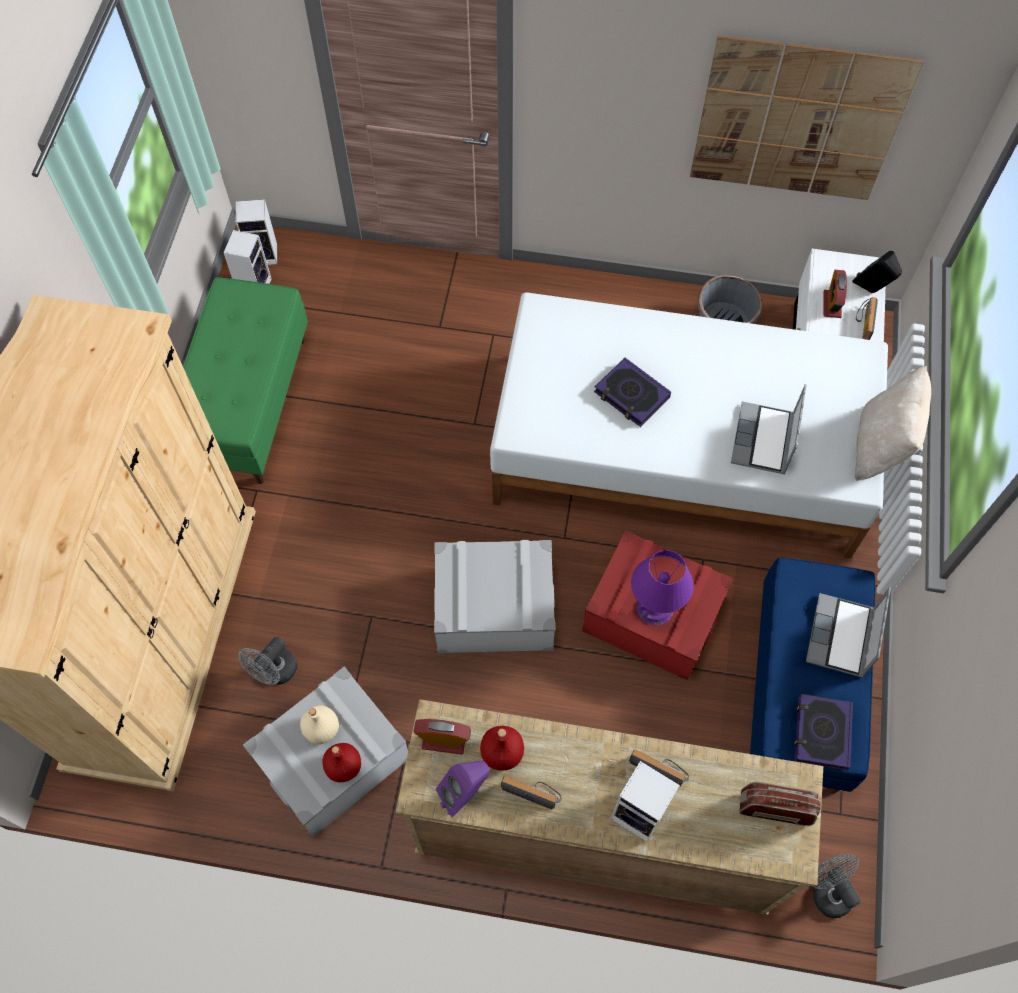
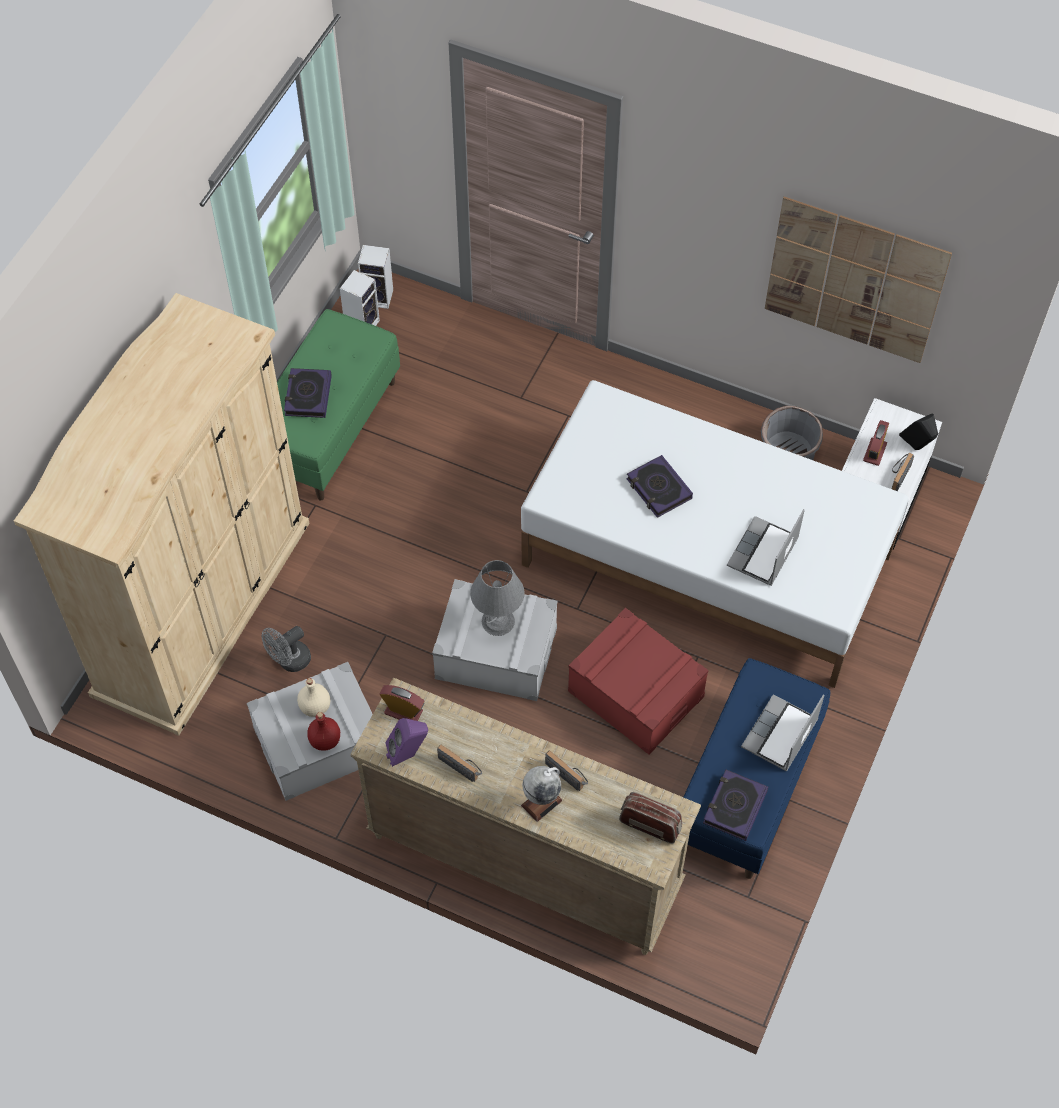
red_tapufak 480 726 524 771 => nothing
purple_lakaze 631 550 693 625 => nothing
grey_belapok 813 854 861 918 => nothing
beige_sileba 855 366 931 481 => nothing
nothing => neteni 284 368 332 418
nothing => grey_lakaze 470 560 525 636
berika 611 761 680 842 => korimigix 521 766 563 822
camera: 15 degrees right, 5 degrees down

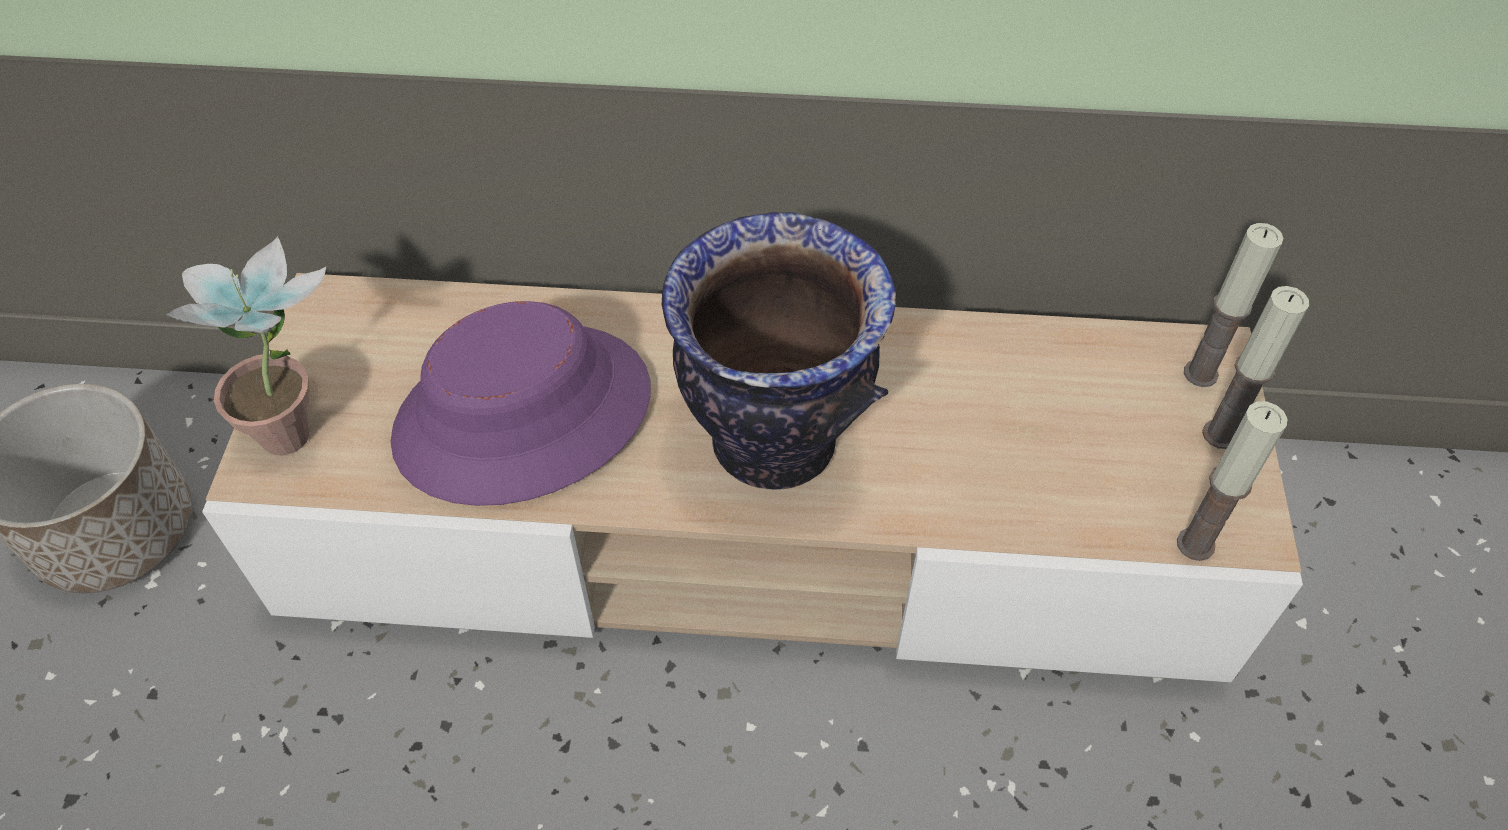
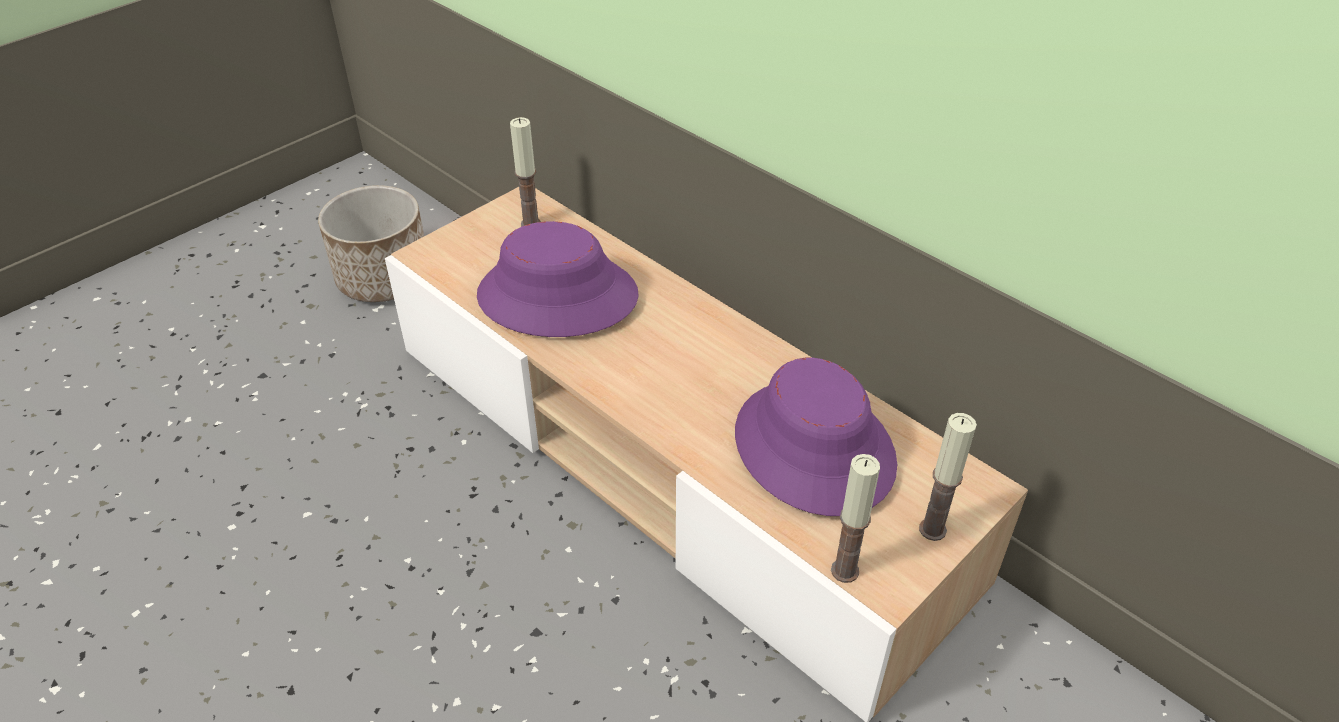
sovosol 166 236 326 456 => nothing
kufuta 662 212 896 490 => nothing
nothing => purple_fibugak 735 358 897 516
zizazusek 1184 223 1284 387 => zizazusek 510 117 541 226, moved
camera: 40 degrees right, 10 degrees down

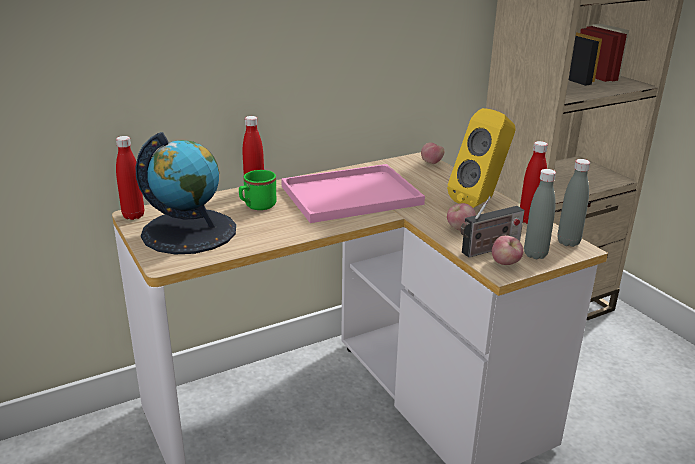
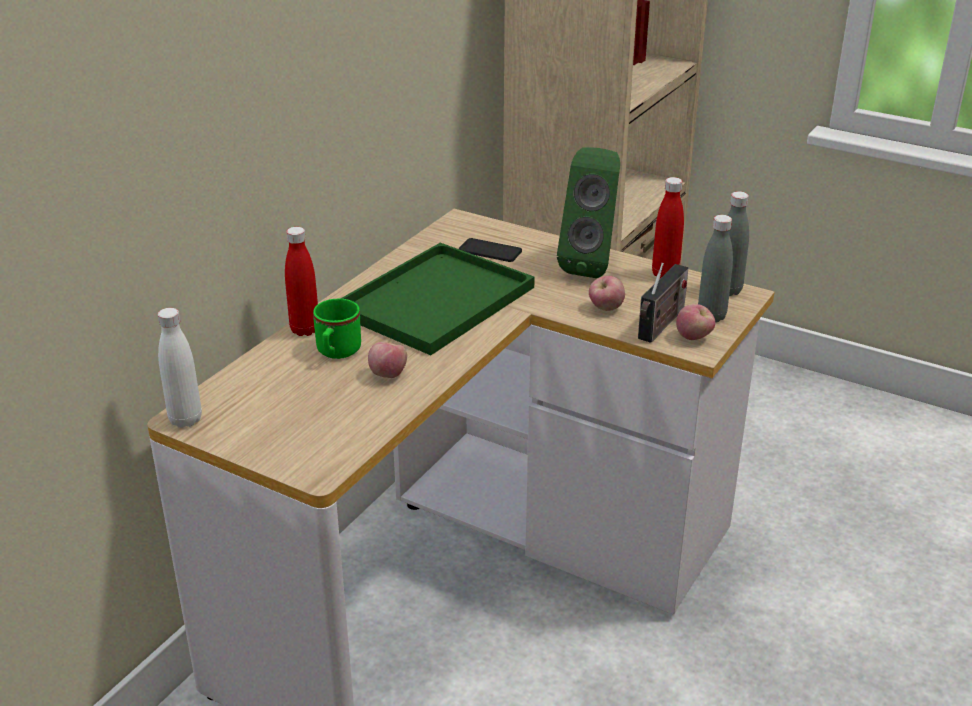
korimigix 135 132 236 254 => nothing
nothing => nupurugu 459 238 522 262
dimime 421 143 444 164 => dimime 368 342 407 378, moved
red_tapufak 116 136 144 220 => white_tapufak 158 308 202 428
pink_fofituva 281 164 425 223 => green_fofituva 340 243 535 355
yellow_berika 447 108 516 208 => green_berika 557 148 620 278
camera: 30 degrees left, 5 degrees up

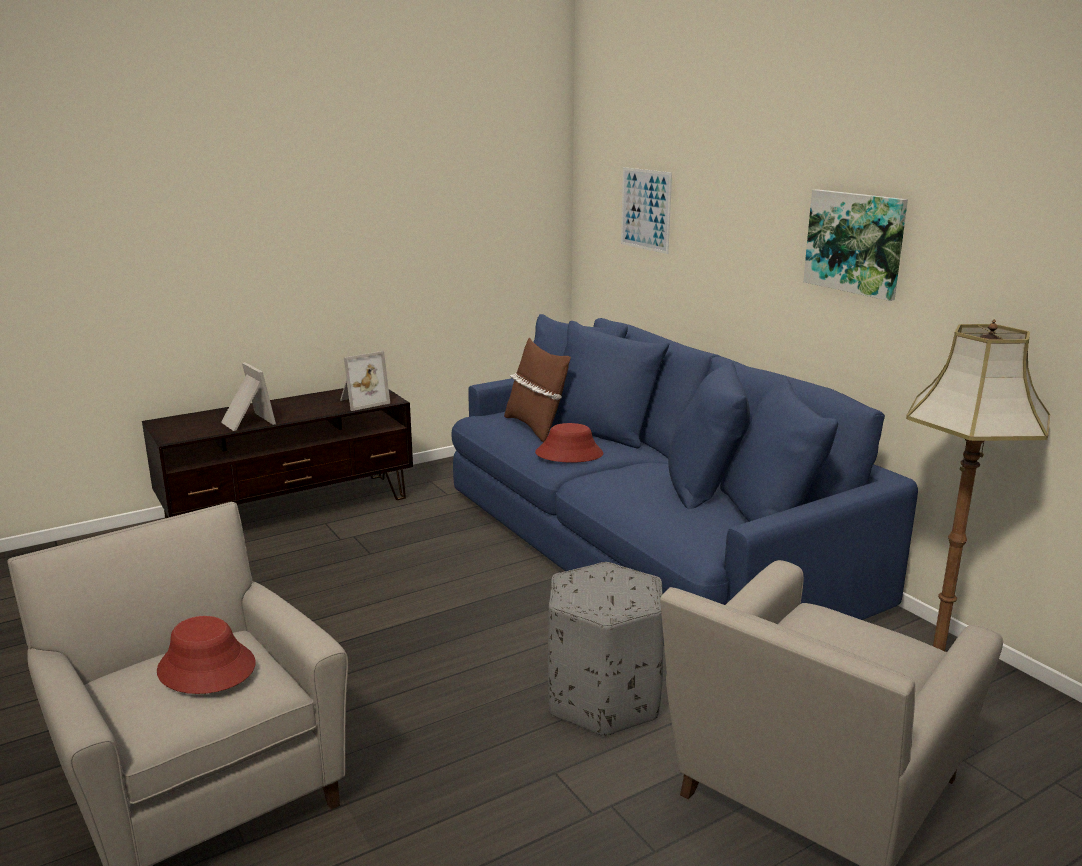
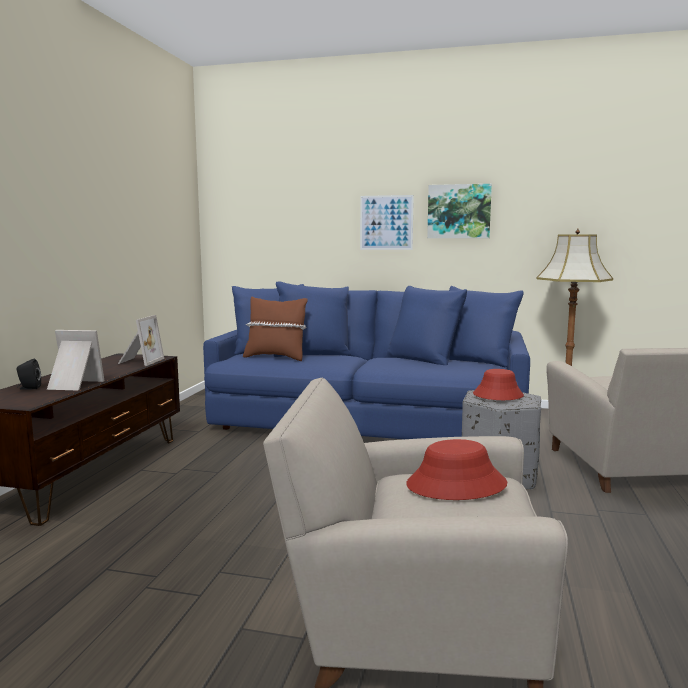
nothing => black_berika 17 359 41 390
red_fibugak 535 423 603 463 => red_fibugak 473 369 524 400, moved
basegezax 621 167 672 254 => basegezax 360 195 414 250, moved
camera: 45 degrees left, 10 degrees down

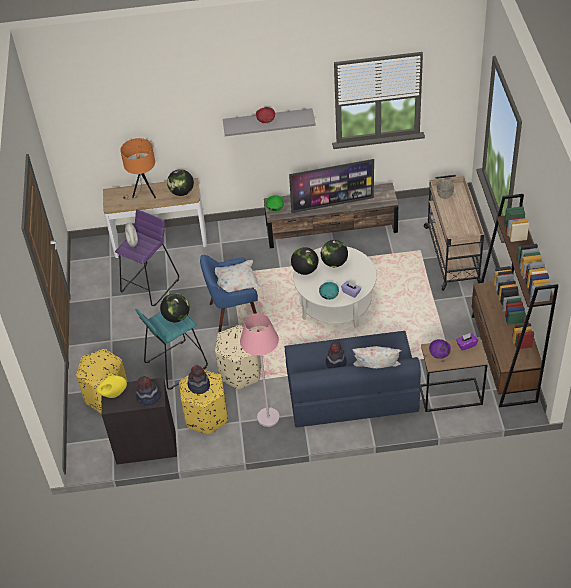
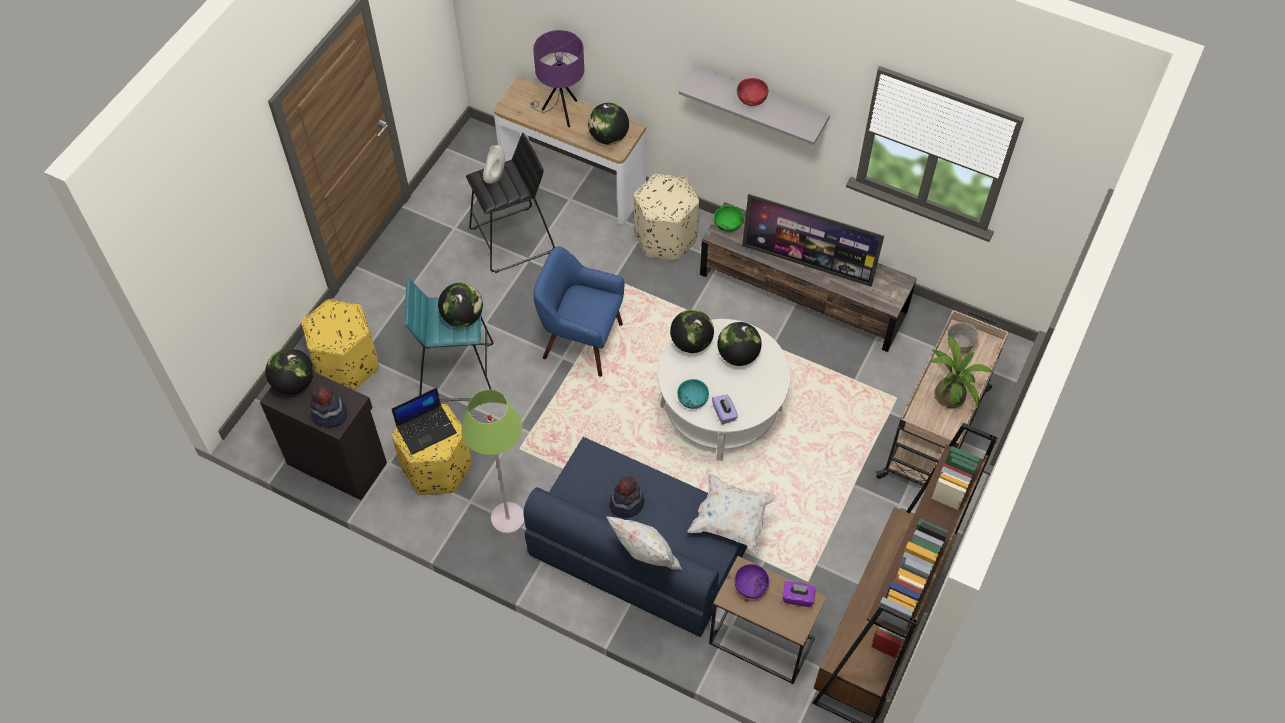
nothing => sovosol 930 335 994 409
white_sileba 215 260 262 292 => white_sileba 688 473 776 553, moved
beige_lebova 215 325 261 389 => beige_lebova 634 174 699 261, moved
yellow_kufuta 96 373 127 398 => korimigix 265 348 314 395
fibugak 188 365 210 394 => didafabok 392 388 457 455
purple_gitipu 115 209 179 306 => black_gitipu 466 133 555 273
orange_lakaze 120 138 156 199 => purple_lakaze 530 30 584 127
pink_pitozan 240 313 280 427 => green_pitozan 461 390 524 534
camera: 30 degrees right, 10 degrees up

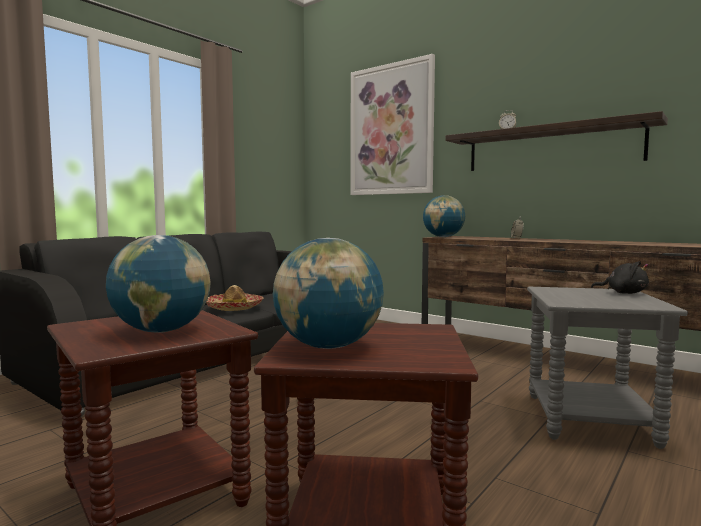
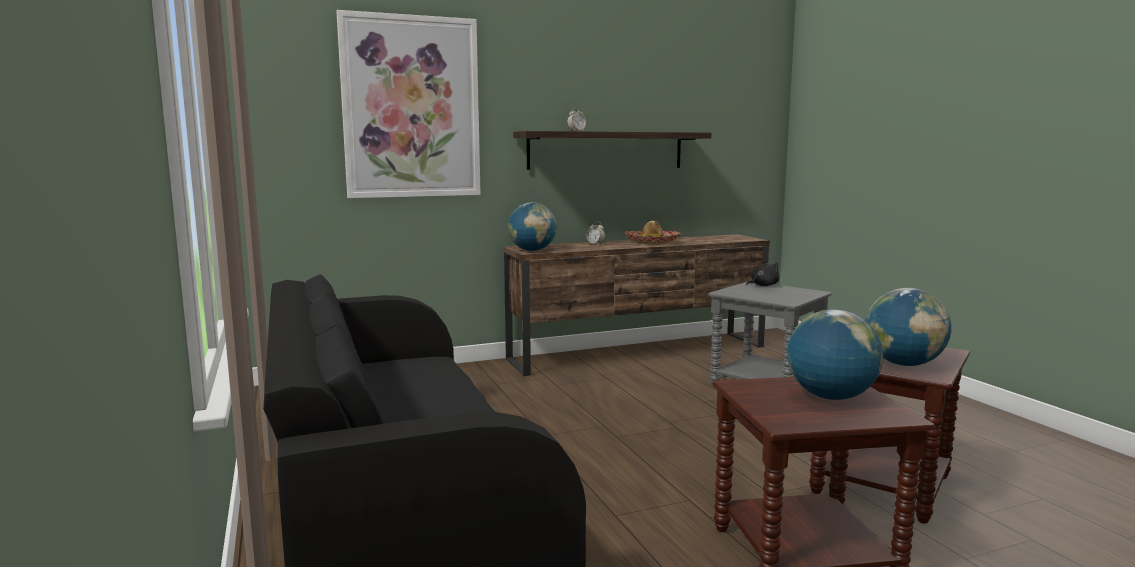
fibugak 206 285 264 311 => fibugak 625 221 681 244, moved
camera: 60 degrees left, 5 degrees up

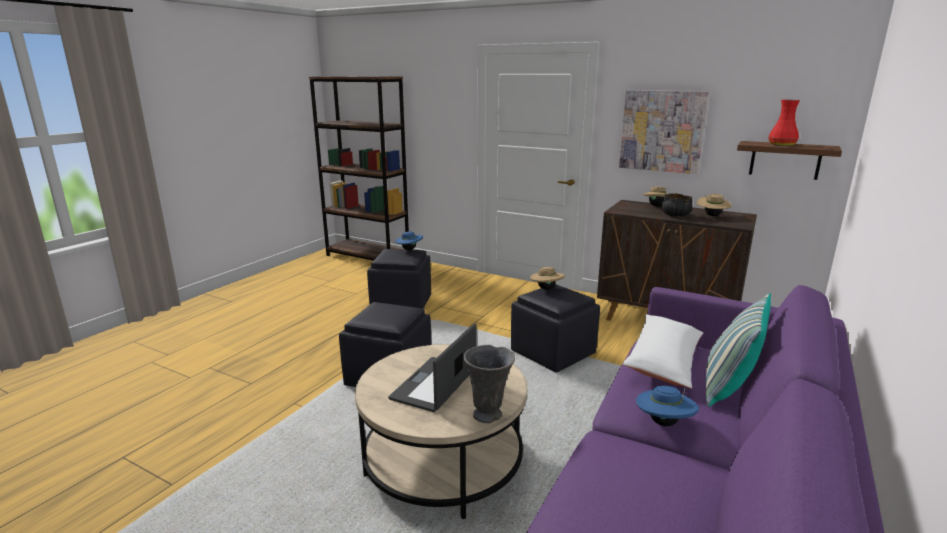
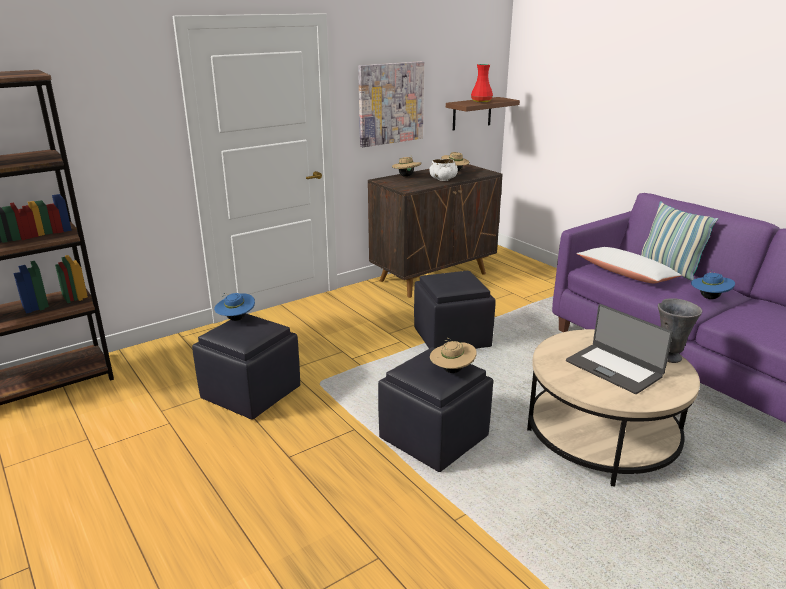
beige_fibugak 530 266 565 290 => beige_fibugak 430 337 477 373, moved
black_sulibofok 662 193 693 217 => white_sulibofok 429 159 458 181
camera: 65 degrees left, 5 degrees up

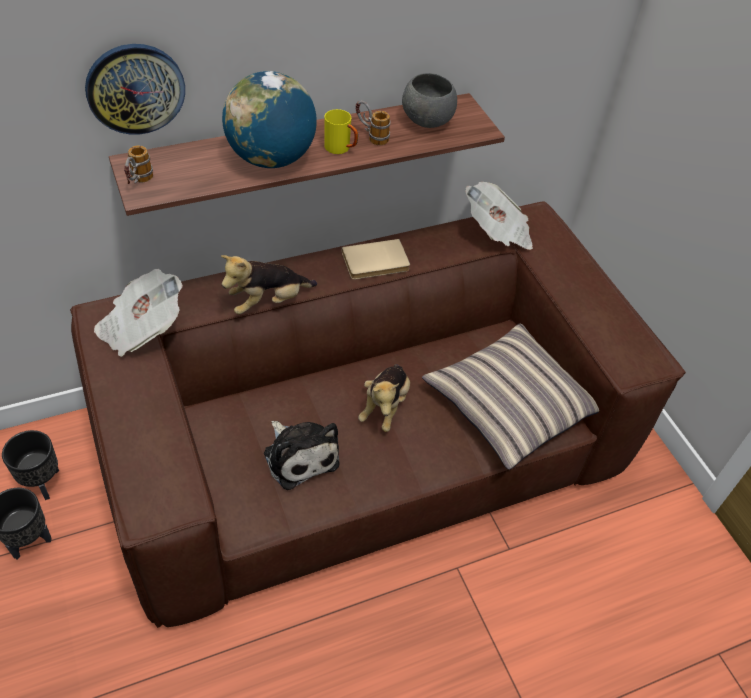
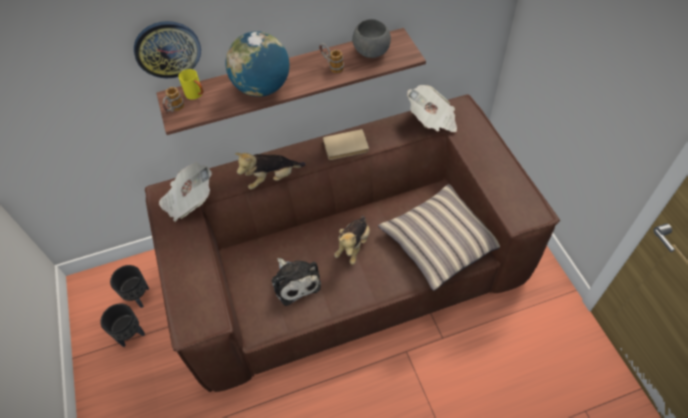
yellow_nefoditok 324 109 358 154 => yellow_nefoditok 178 69 203 100, moved
camera: 10 degrees right, 5 degrees up

